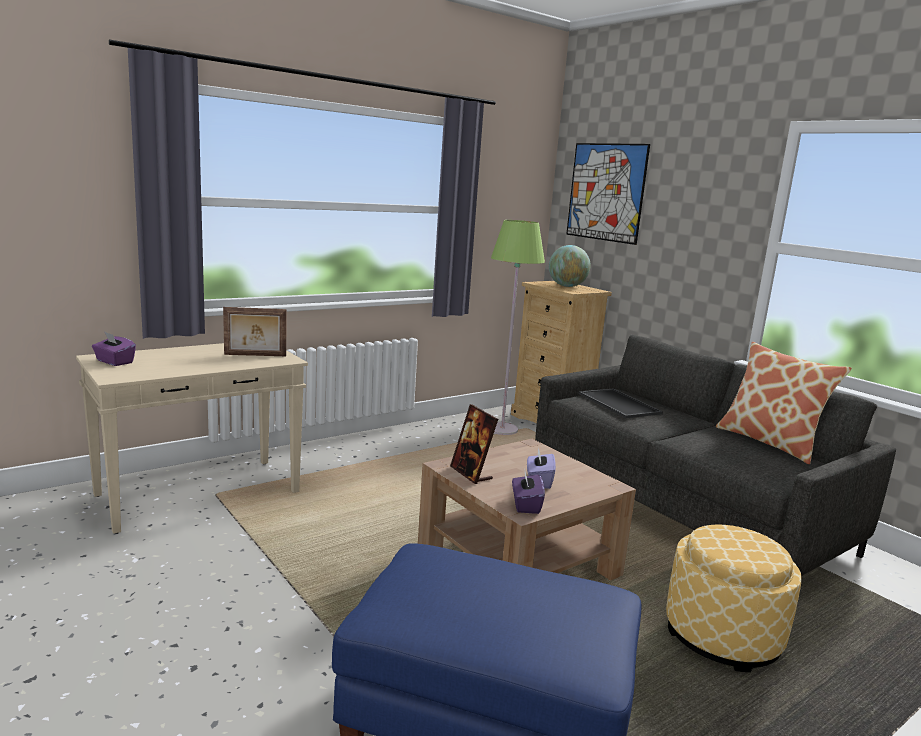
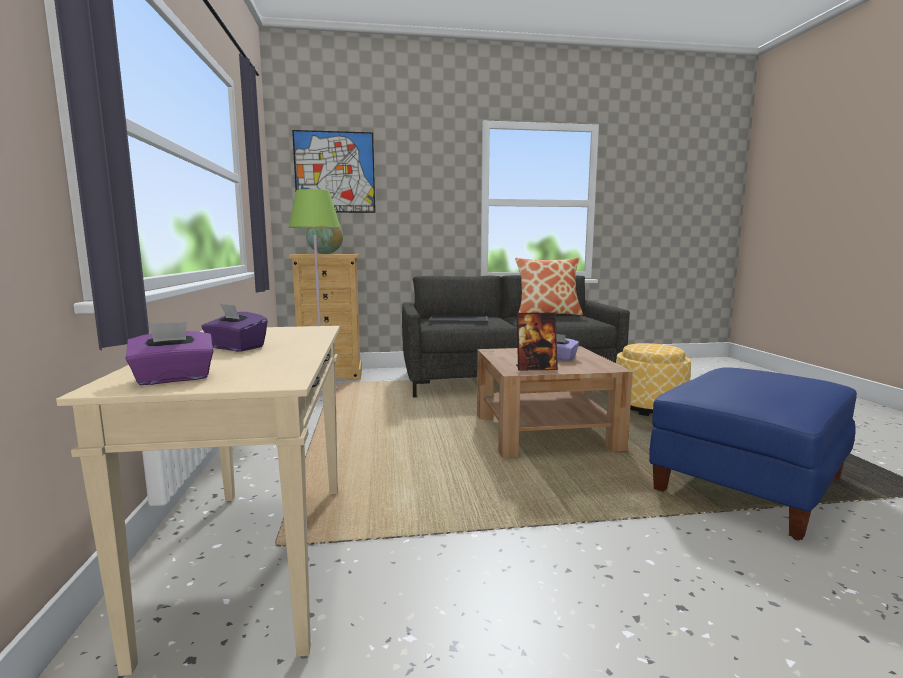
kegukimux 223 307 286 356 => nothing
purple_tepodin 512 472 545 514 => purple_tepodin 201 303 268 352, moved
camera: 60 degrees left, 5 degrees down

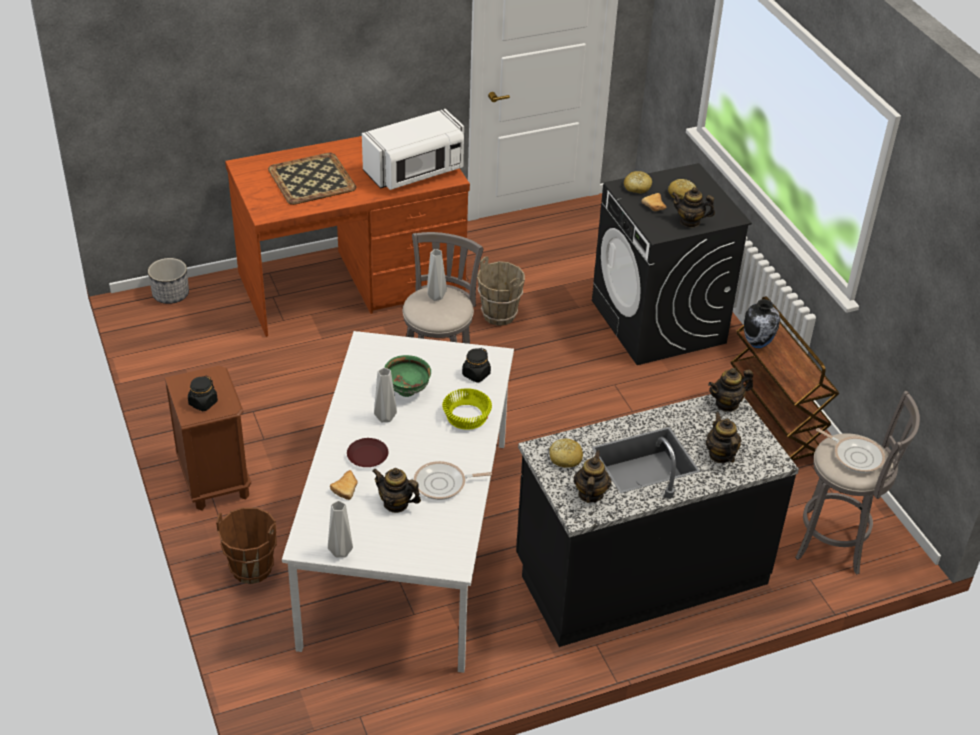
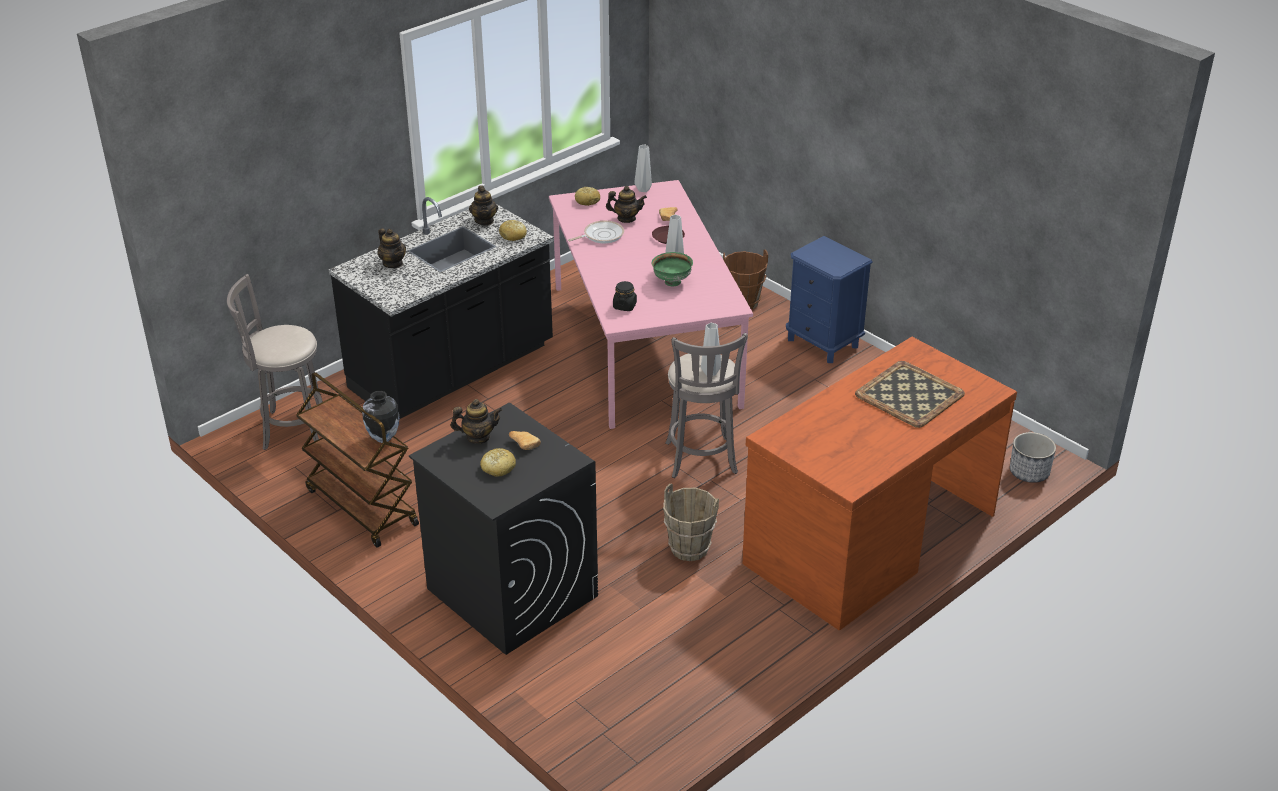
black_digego 188 376 218 411 => nothing
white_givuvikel 362 109 464 190 => nothing
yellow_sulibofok 442 388 492 430 => nothing
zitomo 708 368 753 412 => nothing
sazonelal 816 428 885 473 => nothing
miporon 624 171 652 194 => miporon 575 187 600 206, moved
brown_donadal 165 366 251 511 => blue_donadal 786 236 873 363
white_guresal 282 331 514 673 => pink_guresal 549 180 753 429
camera: 160 degrees right, 5 degrees down

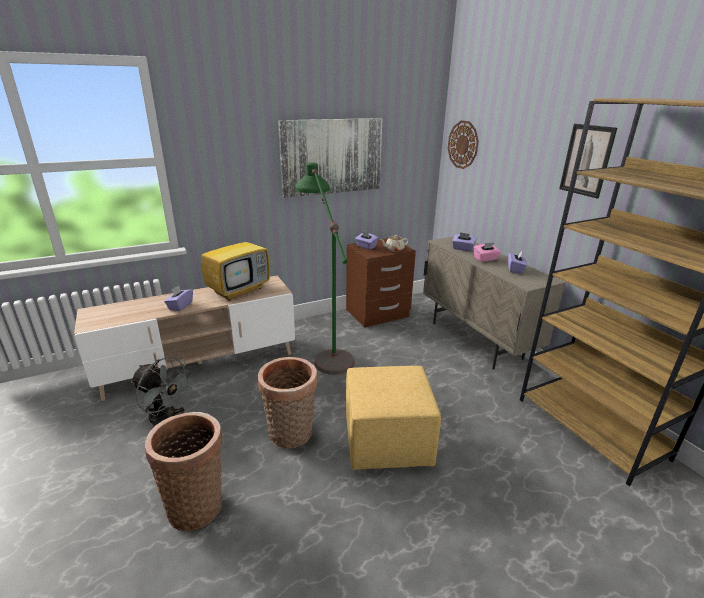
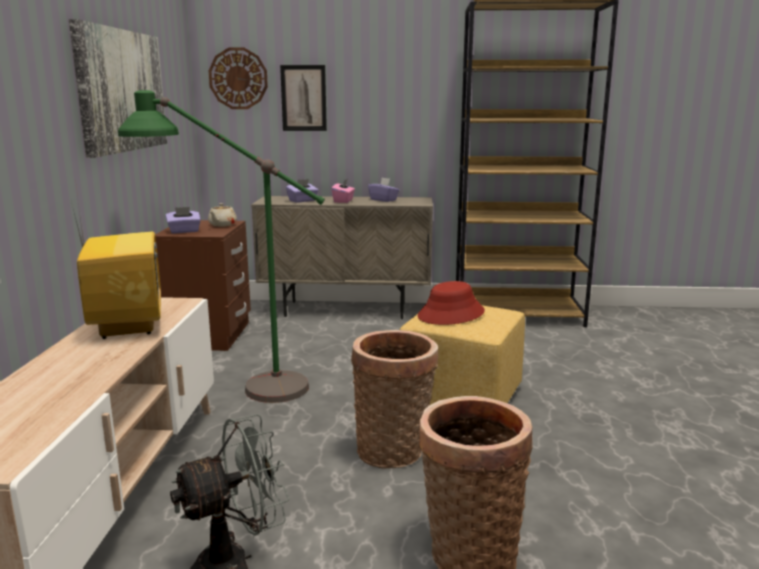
purple_tepodin 164 285 193 311 => nothing
nothing => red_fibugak 417 281 485 325
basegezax 559 124 617 199 => basegezax 280 65 327 131, moved
camera: 60 degrees left, 10 degrees down

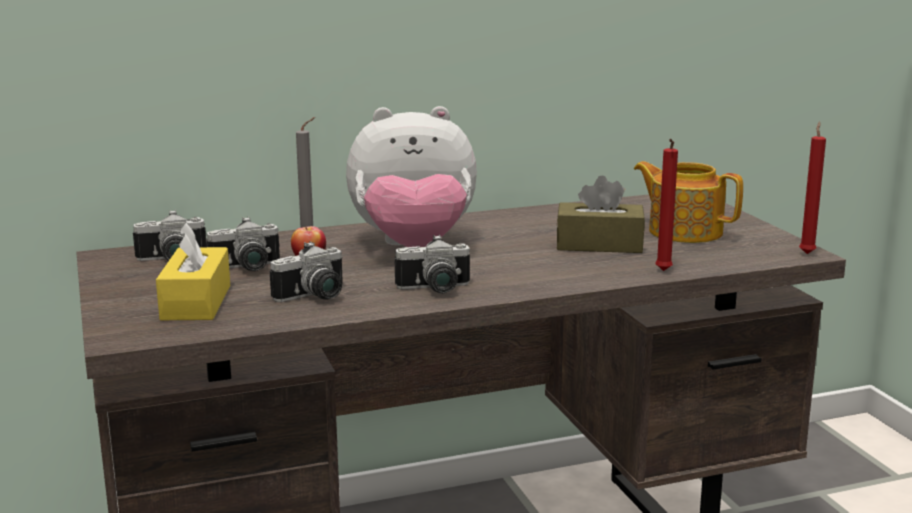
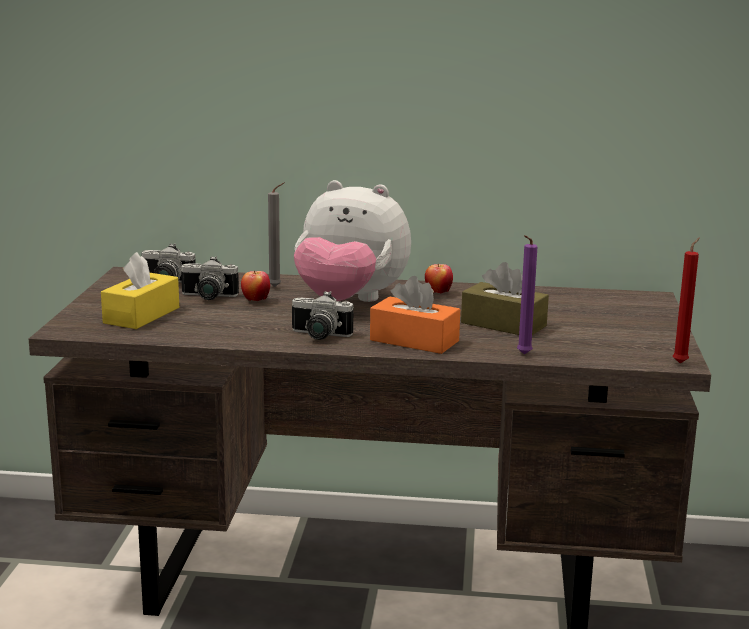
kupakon 270 241 343 302 => nothing
zitomo 634 161 743 243 => nothing
nothing => orange_tepodin 370 276 460 354
nothing => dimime 425 264 453 294
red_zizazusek 656 139 678 271 => purple_zizazusek 517 235 537 355
camera: 25 degrees right, 0 degrees up

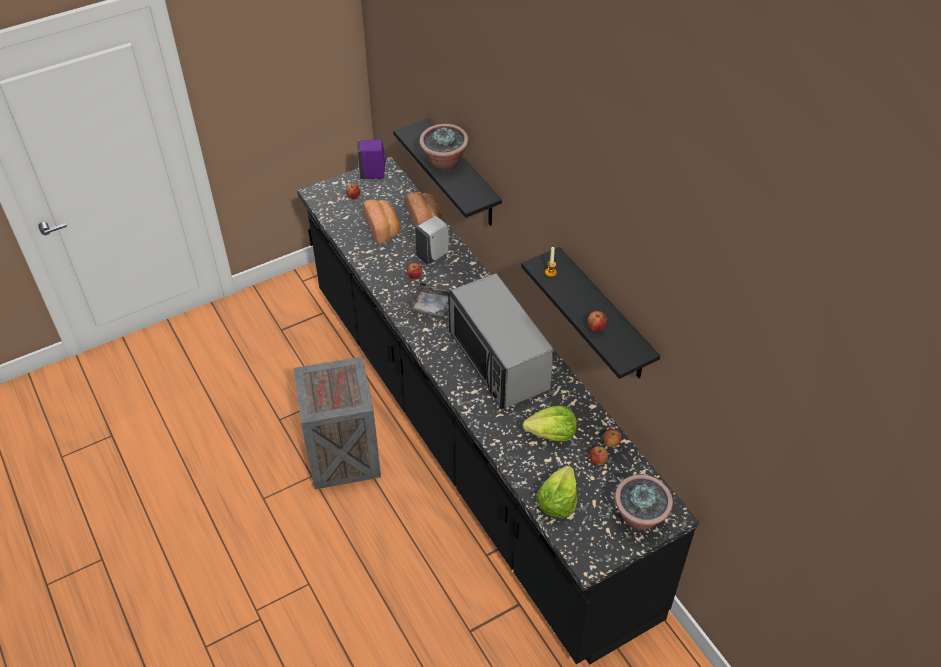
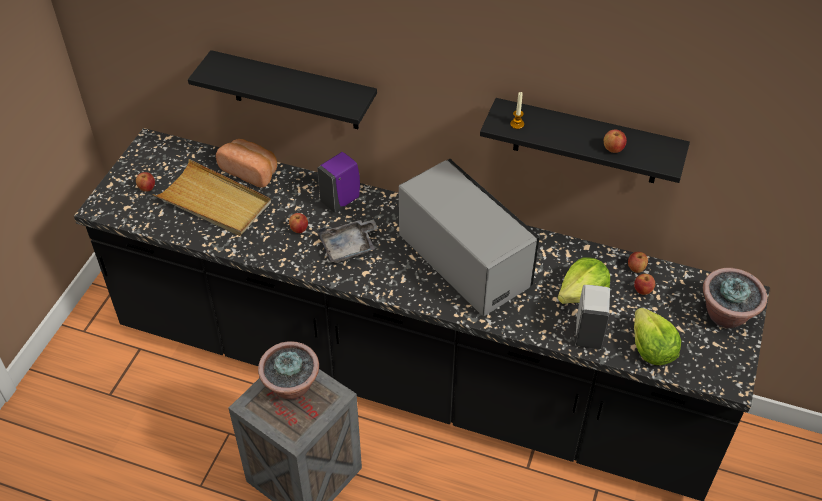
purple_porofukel 357 139 386 179 => purple_porofukel 317 152 360 212, moved
white_porofukel 415 216 449 265 => white_porofukel 576 285 610 349, moved
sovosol 419 124 469 171 => sovosol 258 341 319 400, moved
miporon 363 199 400 244 => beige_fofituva 153 159 271 236
givuvikel 448 274 554 409 => givuvikel 399 159 539 316, 150 degrees counterclockwise
camera: 40 degrees left, 0 degrees up

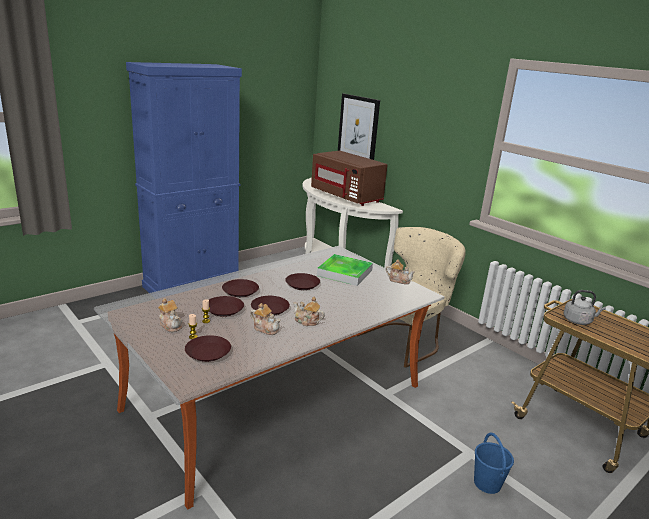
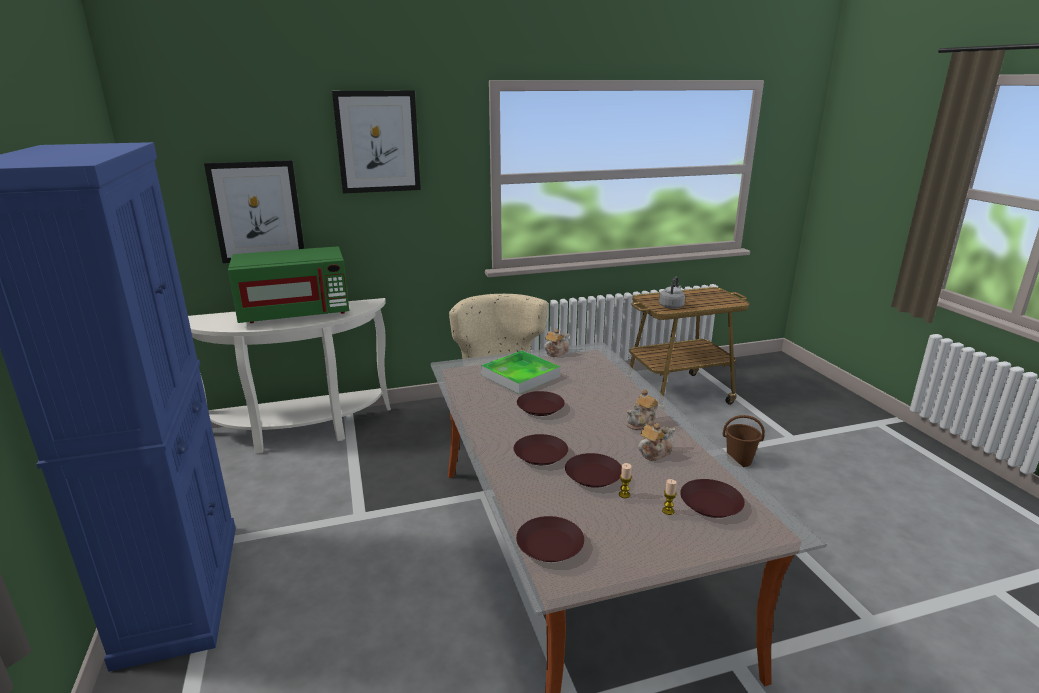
zitomo 158 298 182 332 => nothing
nothing => basegezax 332 90 421 194
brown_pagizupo 251 296 290 315 => brown_pagizupo 516 516 584 562, moved
brown_givuvikel 311 151 387 206 => green_givuvikel 228 246 349 323
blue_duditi 474 432 514 494 => brown_duditi 723 415 765 467
camera: 65 degrees left, 0 degrees up

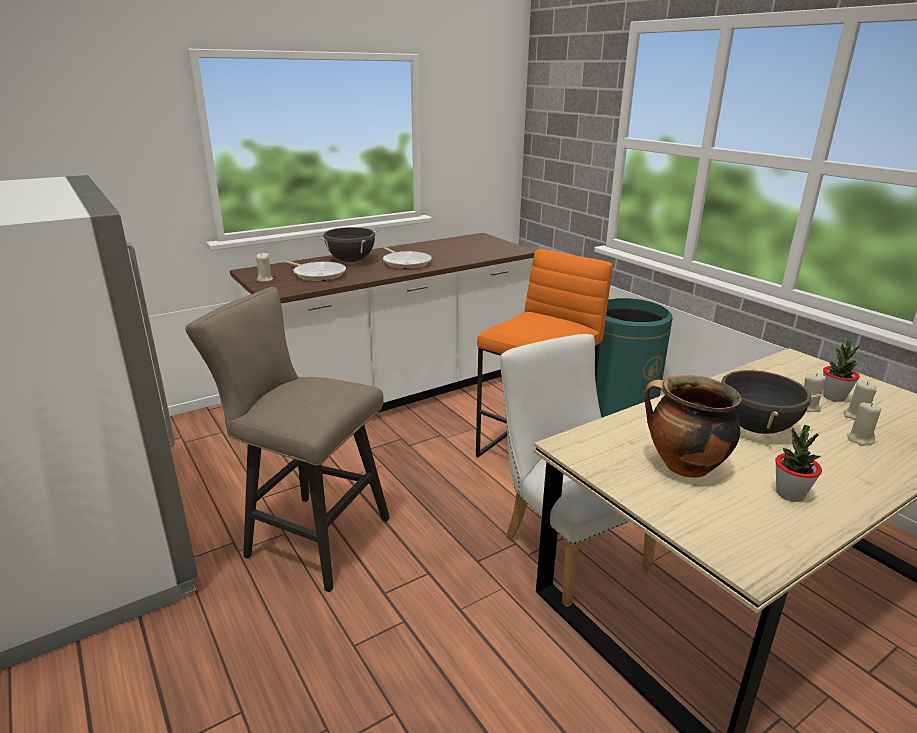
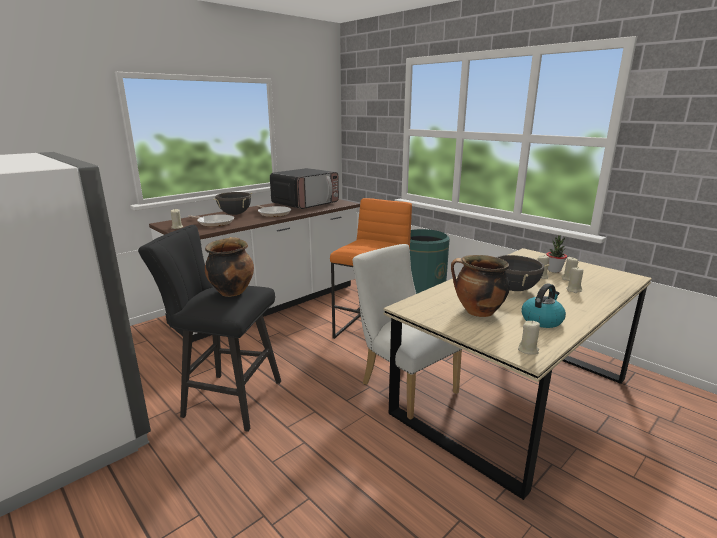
nothing => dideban 205 237 254 297
nothing => givuvikel 270 168 339 209
nothing => beige_zizazusek 518 321 540 355
sovosol 775 425 822 502 => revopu 521 283 566 328
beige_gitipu 185 287 390 592 => black_gitipu 138 225 281 432
camera: 10 degrees left, 5 degrees down

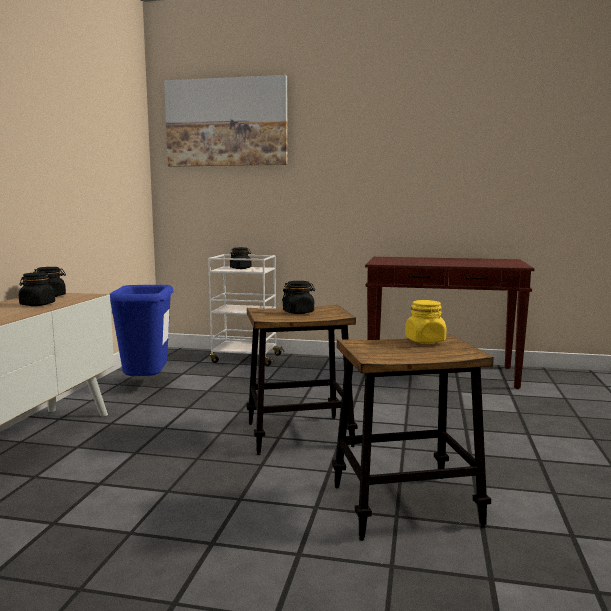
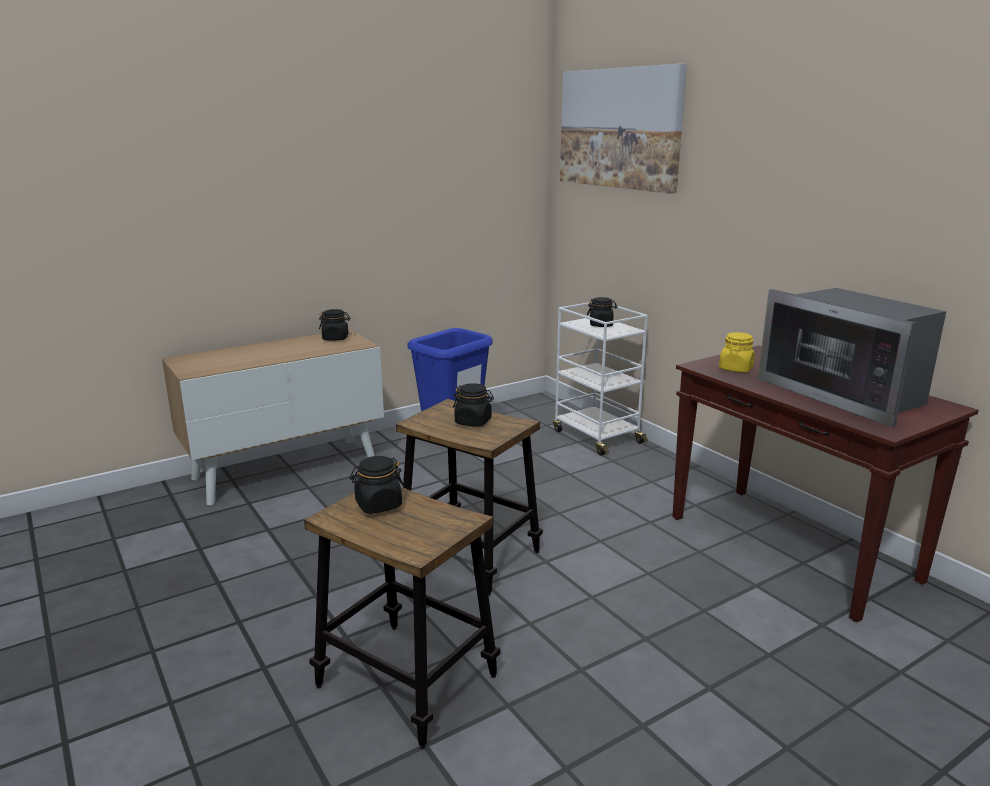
nothing => givuvikel 758 288 946 427
black_digego 19 272 55 306 => black_digego 350 456 404 514, moved
yellow_digego 405 300 446 343 => yellow_digego 719 332 755 372, moved
camera: 45 degrees right, 10 degrees up

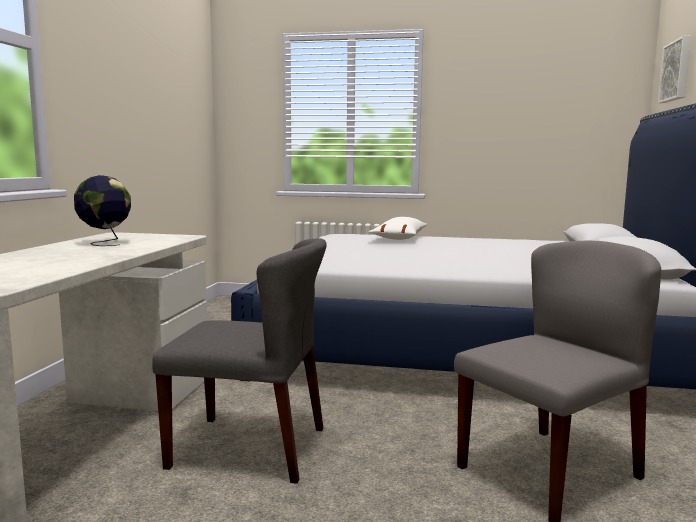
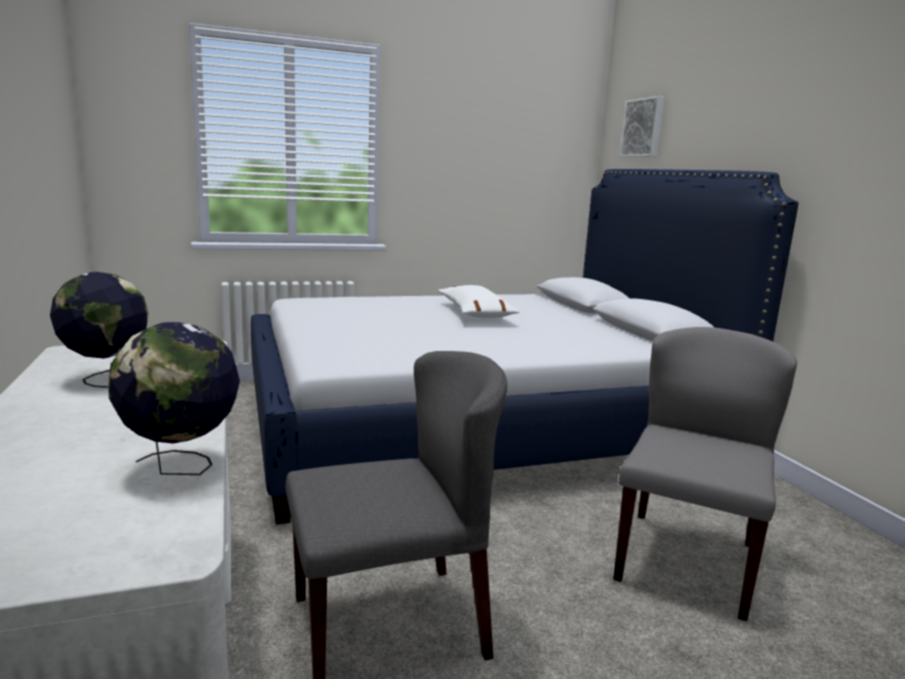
nothing => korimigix 109 322 240 475
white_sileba 369 217 428 240 => white_sileba 438 285 520 318, moved
camera: 30 degrees left, 5 degrees up

